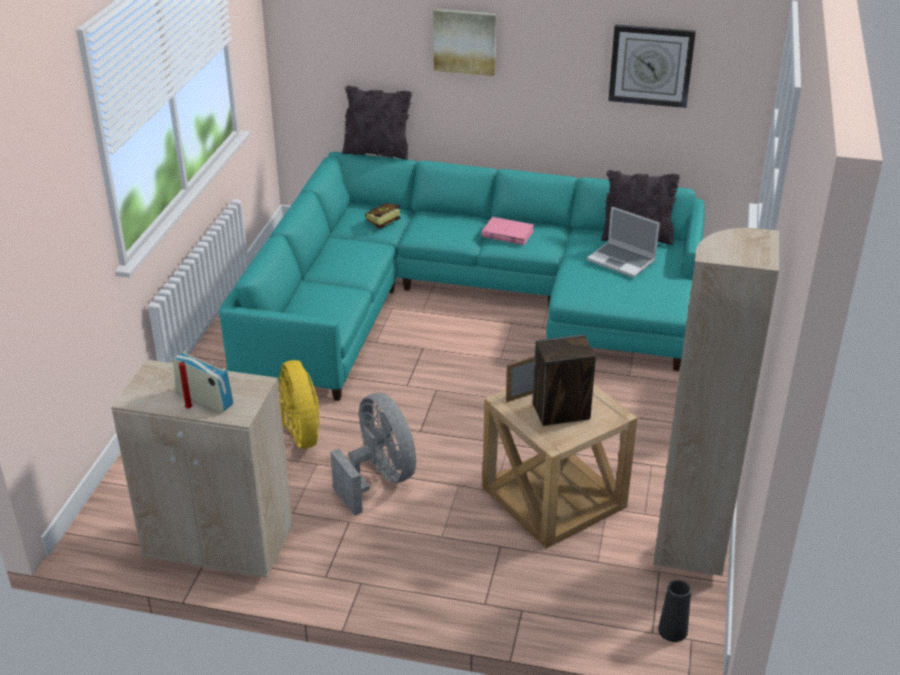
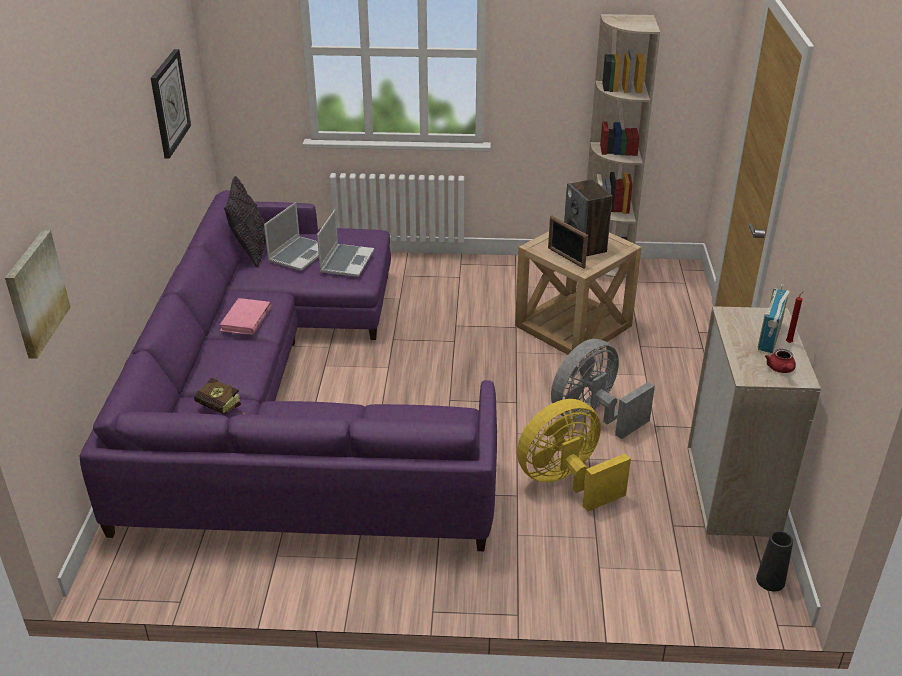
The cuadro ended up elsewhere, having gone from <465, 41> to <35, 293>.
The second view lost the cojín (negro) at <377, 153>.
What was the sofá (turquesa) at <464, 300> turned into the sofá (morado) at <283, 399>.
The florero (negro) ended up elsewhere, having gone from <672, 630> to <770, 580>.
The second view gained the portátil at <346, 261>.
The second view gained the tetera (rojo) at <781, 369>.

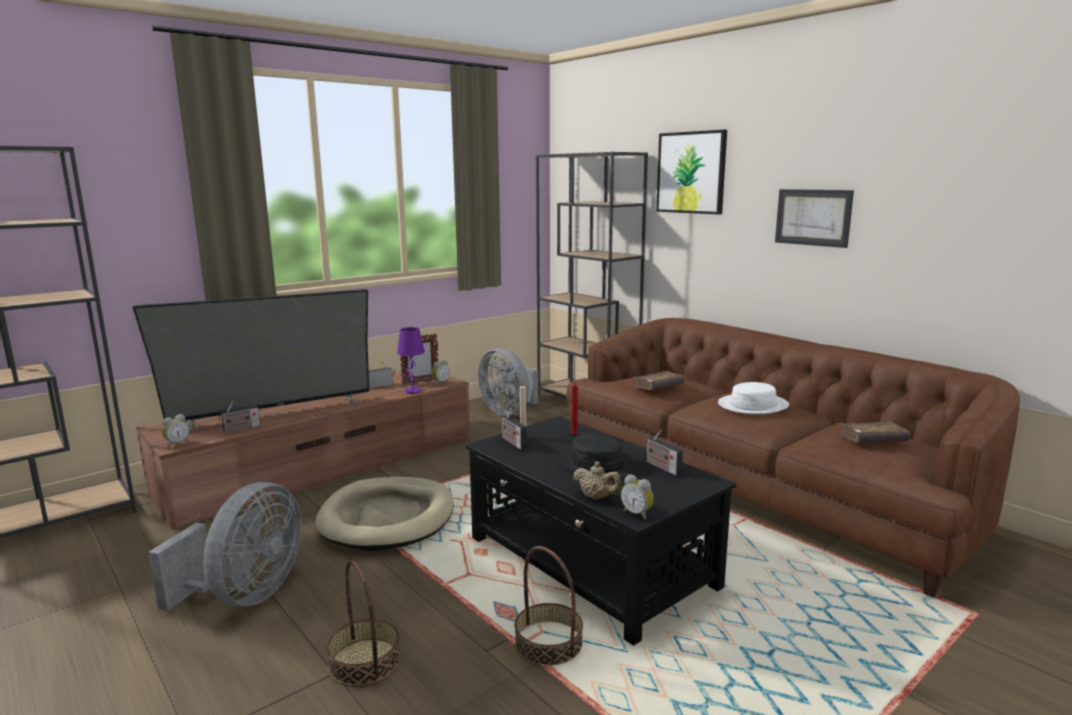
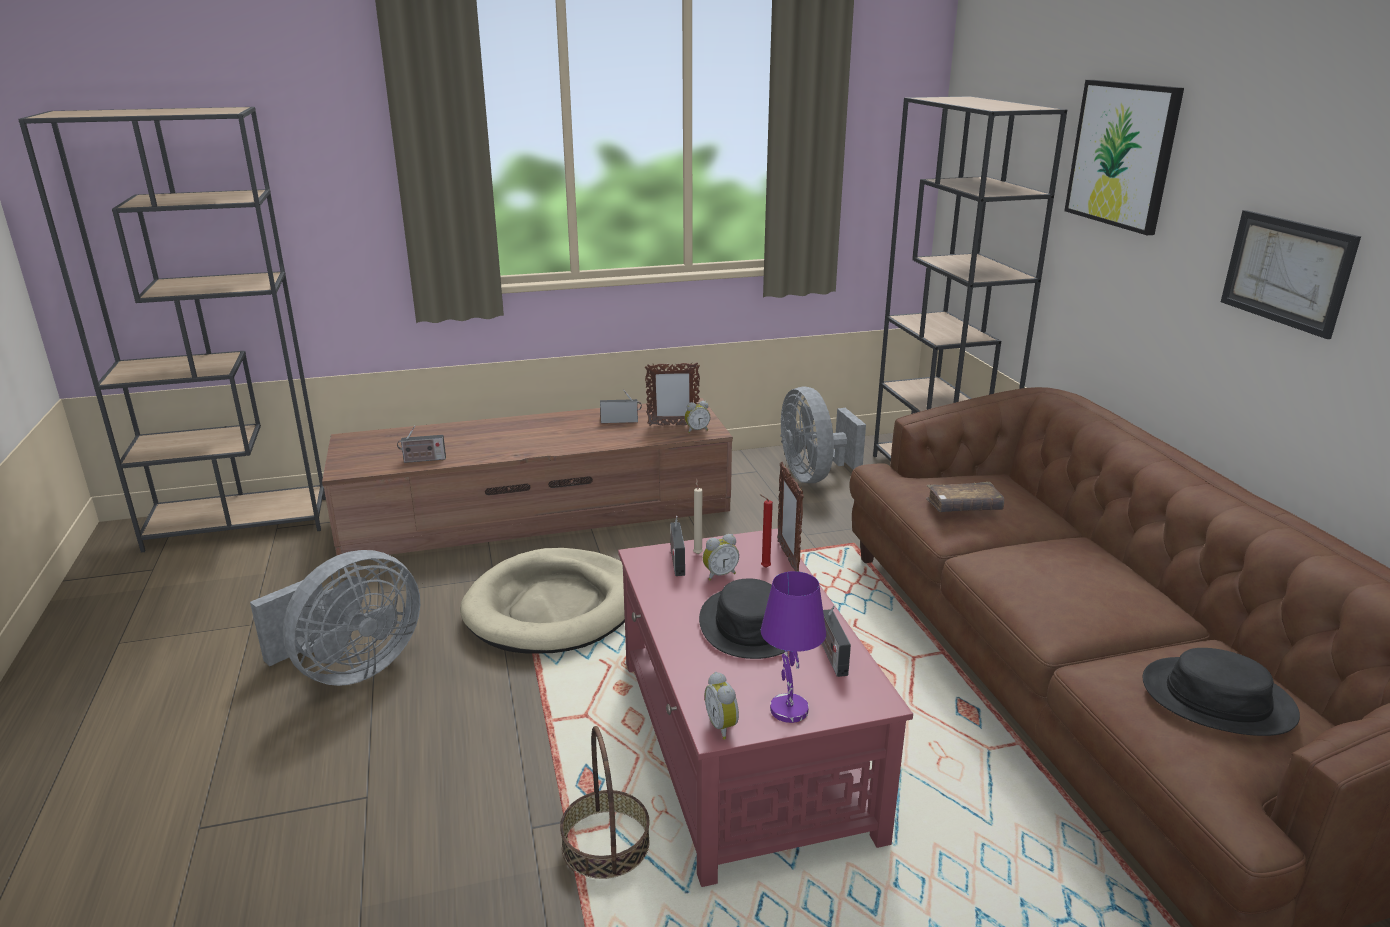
The second view lost the televisor at <273, 413>.
The lámpara de mesa (morado) ended up elsewhere, having gone from <412, 391> to <788, 709>.
The second view lost the sombrero (blanco) at <752, 405>.
The despertador ended up elsewhere, having gone from <177, 443> to <719, 574>.
What was the mesa de centro (negro) at <590, 563> turned into the mesa de centro (rojo) at <742, 746>.
Where the libro (marrón) stood at <873, 440>, the sombrero (negro) came to stand at <1217, 698>.
The second view lost the tetera (beis) at <597, 497>.
The second view lost the cesta at <365, 662>.
The second view gained the portarretratos at <788, 557>.

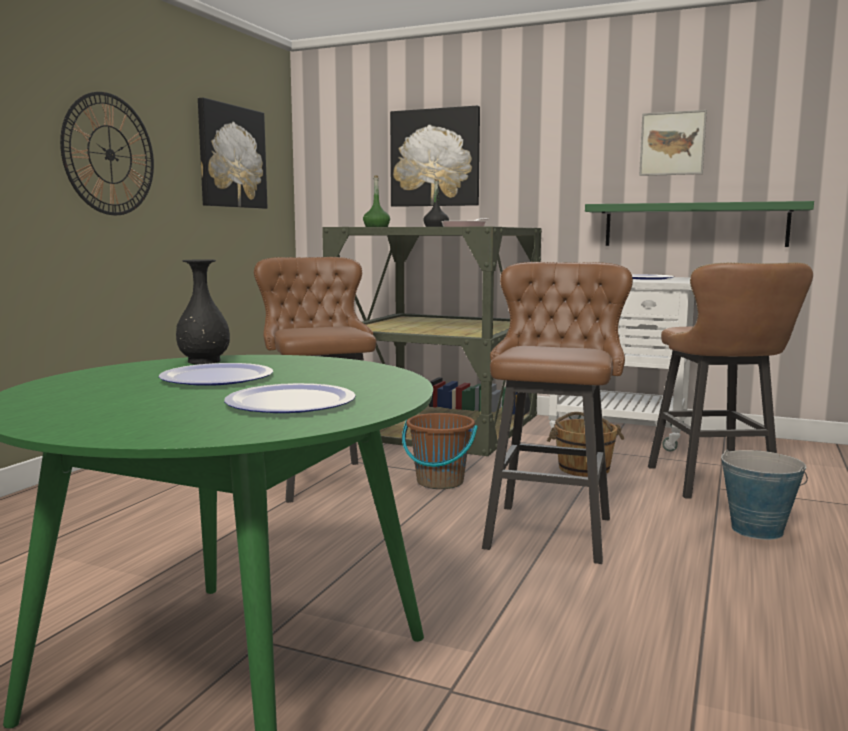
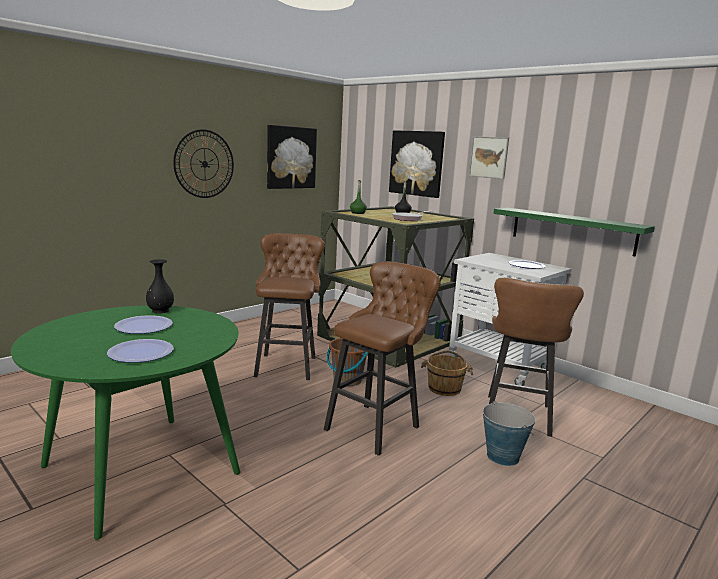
The cuadro ended up elsewhere, having gone from <672, 143> to <488, 157>.

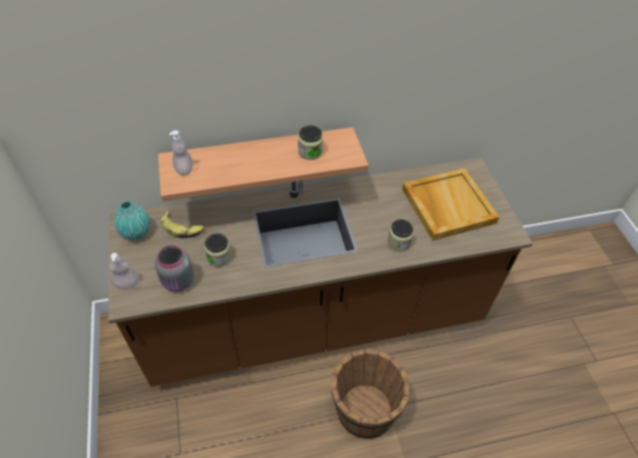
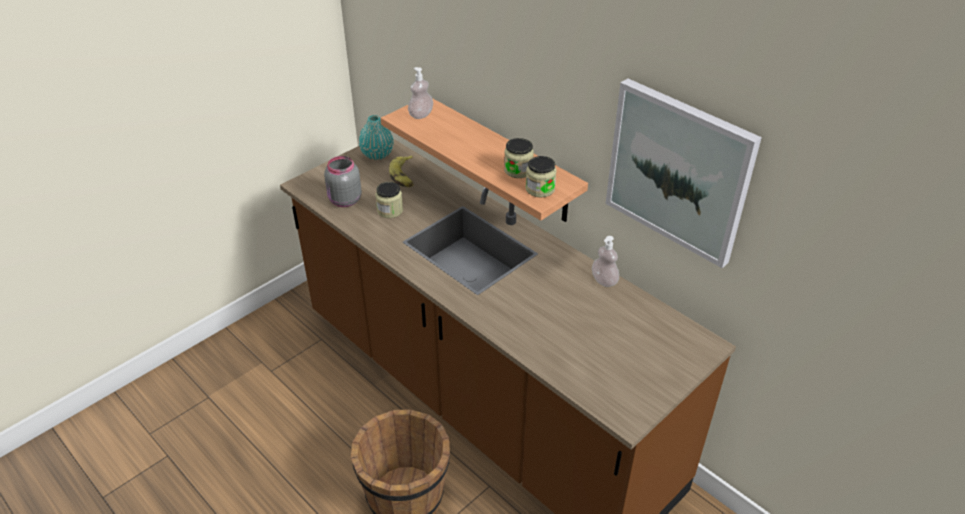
The second view lost the bandeja (beis) at <447, 205>.
The tarro ended up elsewhere, having gone from <398, 243> to <540, 189>.
The dispensador de jabón ended up elsewhere, having gone from <127, 284> to <604, 281>.
The second view gained the cuadro at <678, 171>.

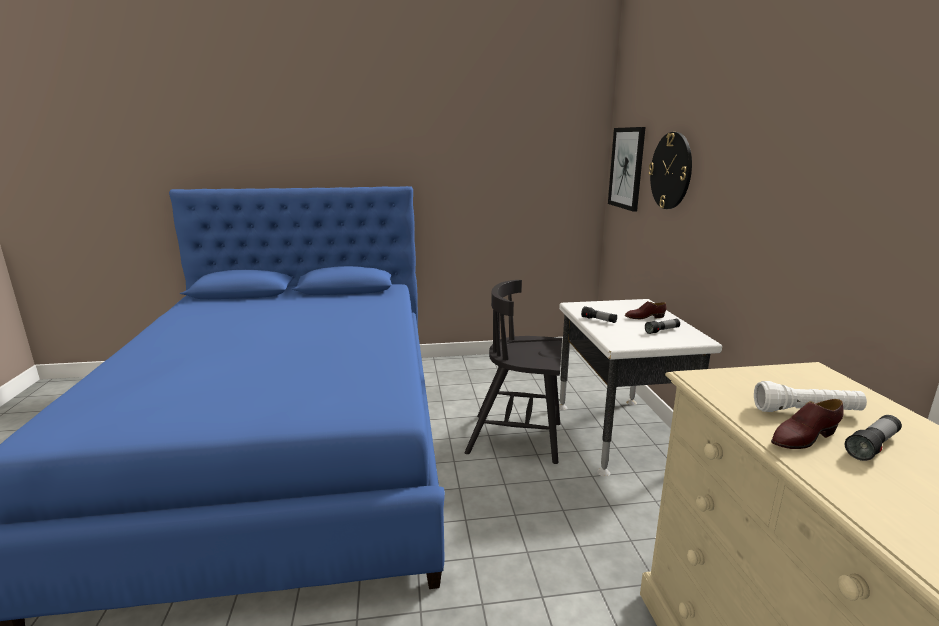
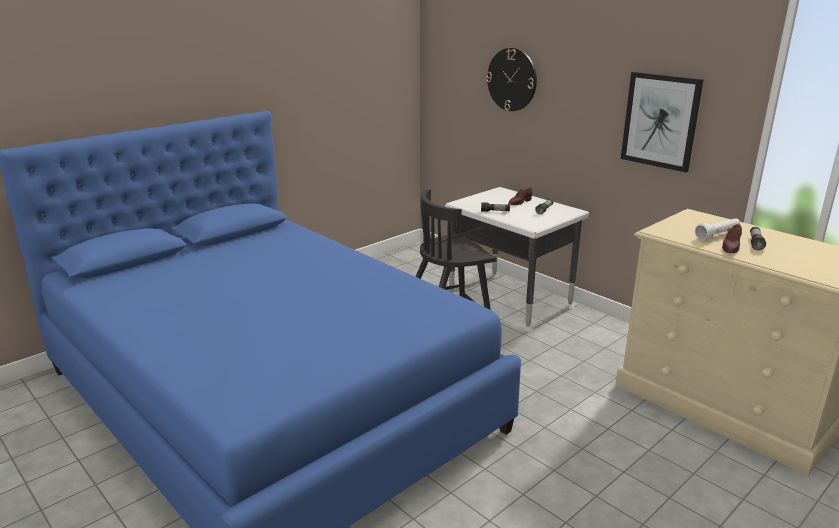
The cuadro ended up elsewhere, having gone from <627, 168> to <660, 121>.

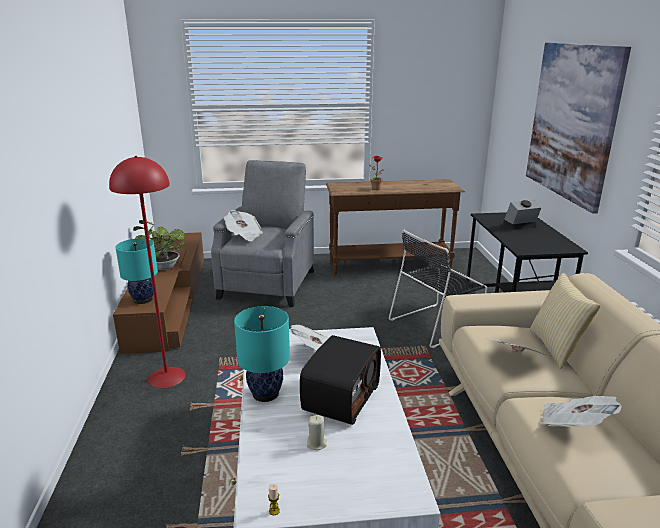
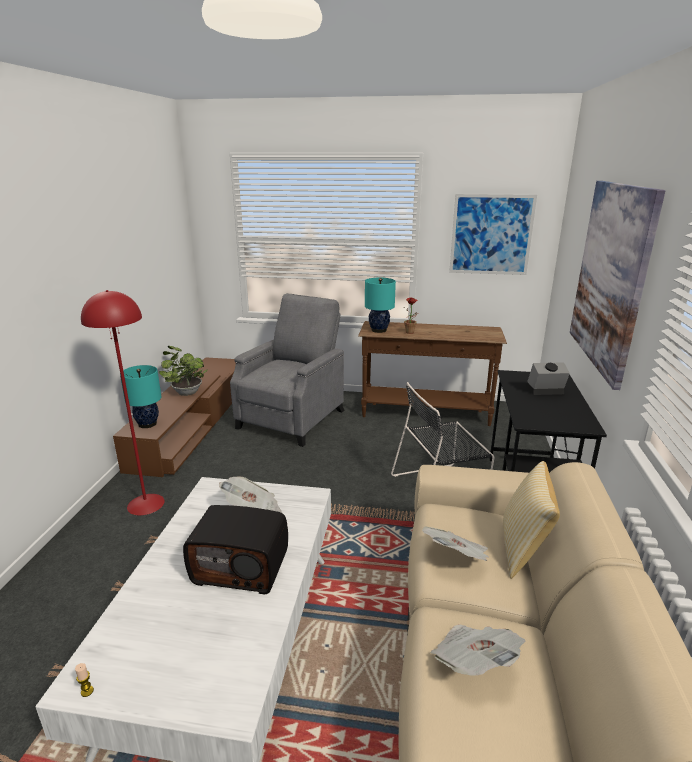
The second view lost the periódico at <244, 235>.
The lámpara de mesa (turquesa) ended up elsewhere, having gone from <265, 394> to <379, 330>.
The radio at <340, 397> ended up facing another way, 60 degrees clockwise from before.
The second view lost the vela (beis) at <317, 444>.
The second view gained the cuadro at <491, 235>.

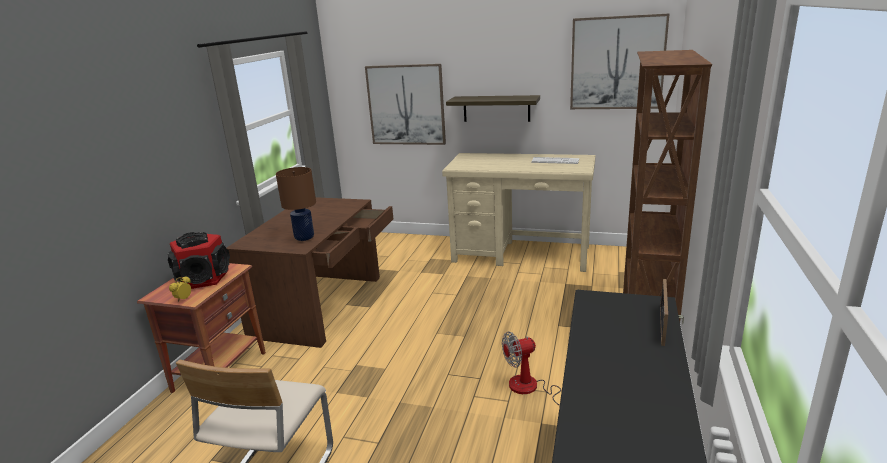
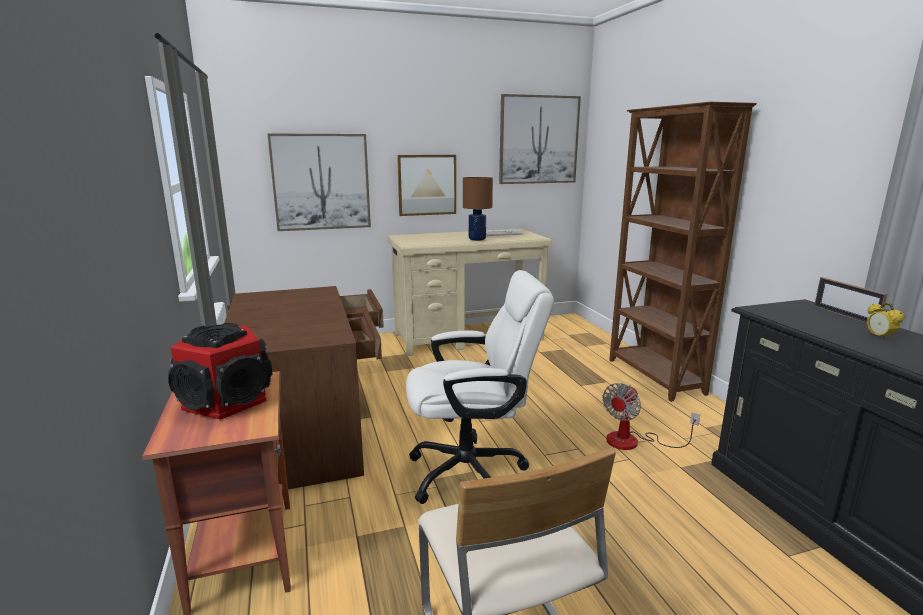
Where the estante hung at <496, 108>, the cuadro came to hang at <427, 185>.
The lámpara de mesa (marrón) ended up elsewhere, having gone from <304, 239> to <477, 240>.
The despertador ended up elsewhere, having gone from <183, 299> to <879, 337>.
The second view gained the silla de oficina (blanco) at <473, 473>.

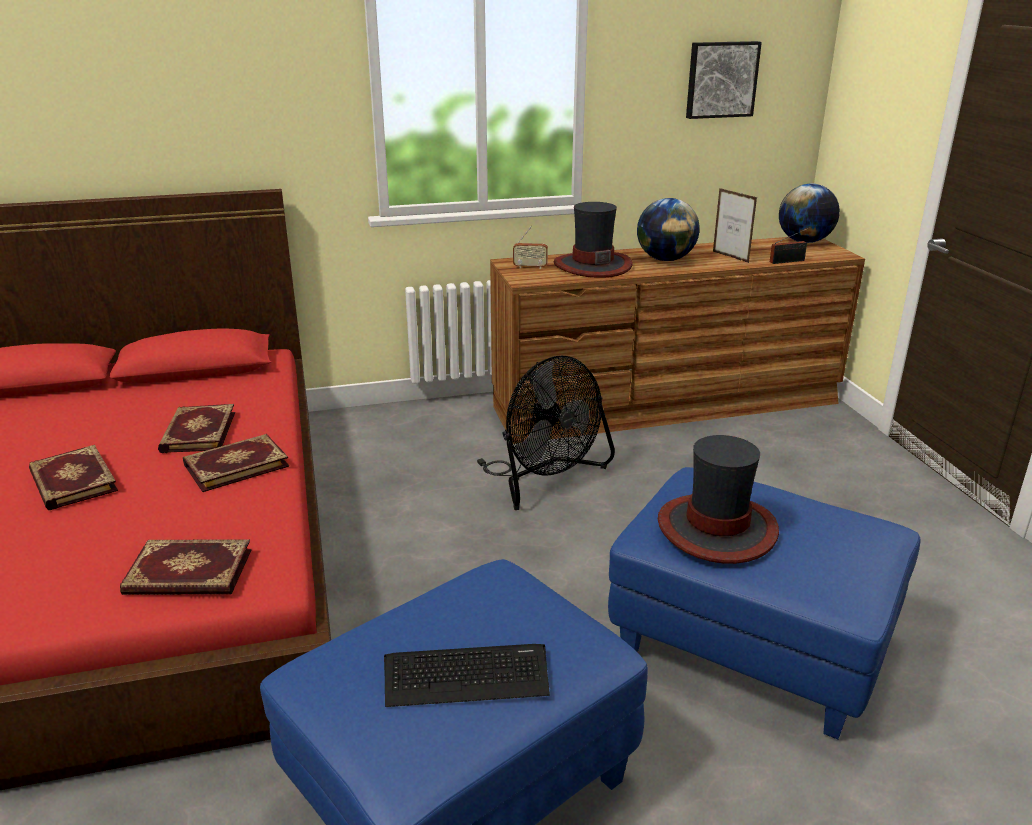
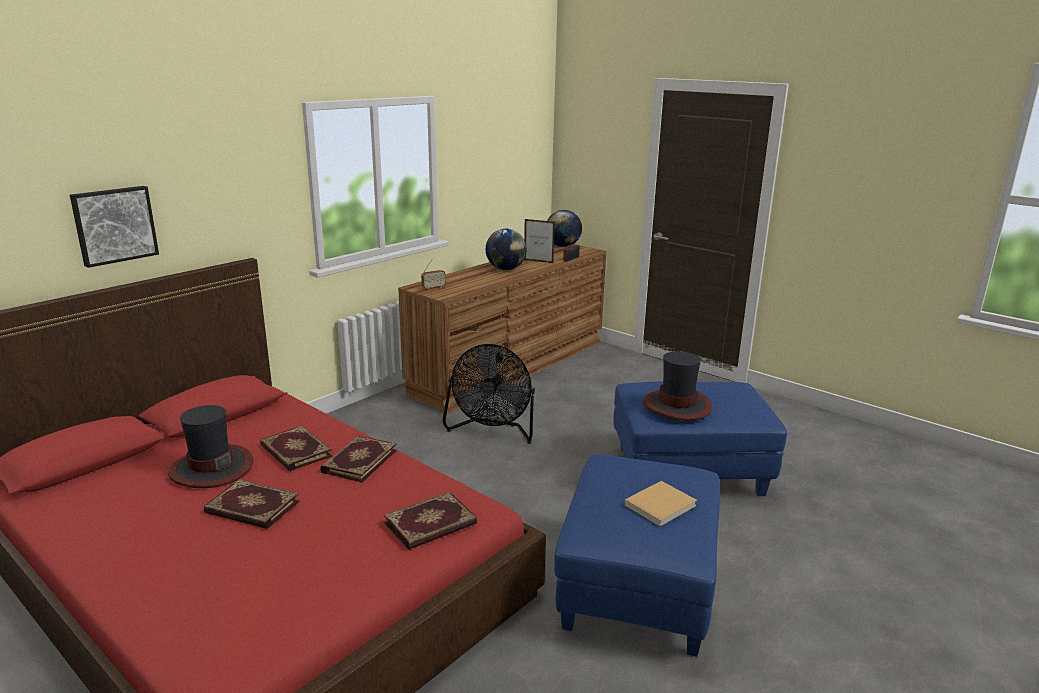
The cuadro ended up elsewhere, having gone from <721, 79> to <114, 225>.
The sombrero ended up elsewhere, having gone from <592, 265> to <211, 468>.
The ventilador (negro) at <542, 479> ended up facing another way, 90 degrees clockwise from before.
Where the teclado stood at <466, 676>, the libro (beis) came to stand at <661, 504>.

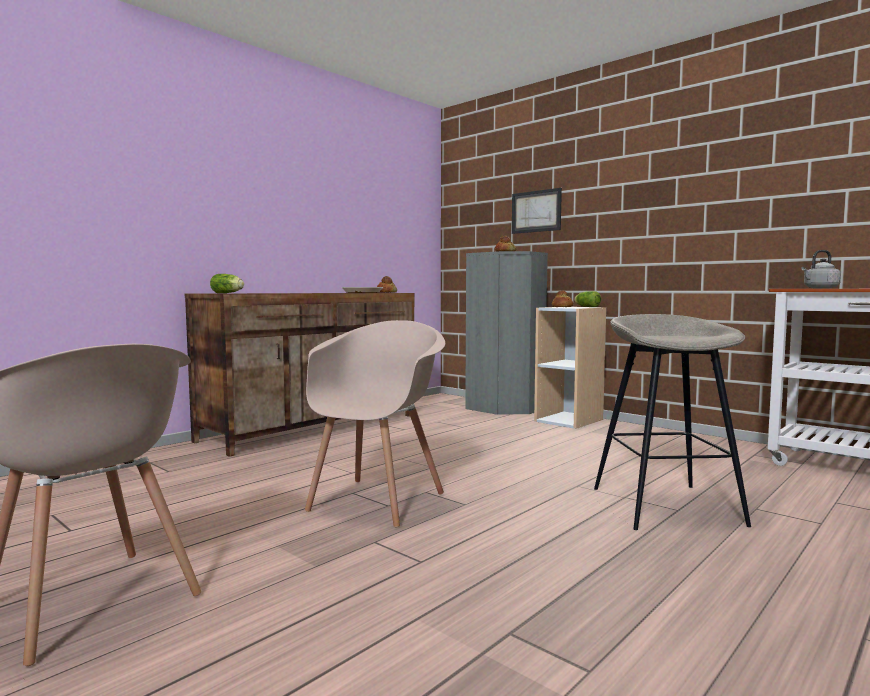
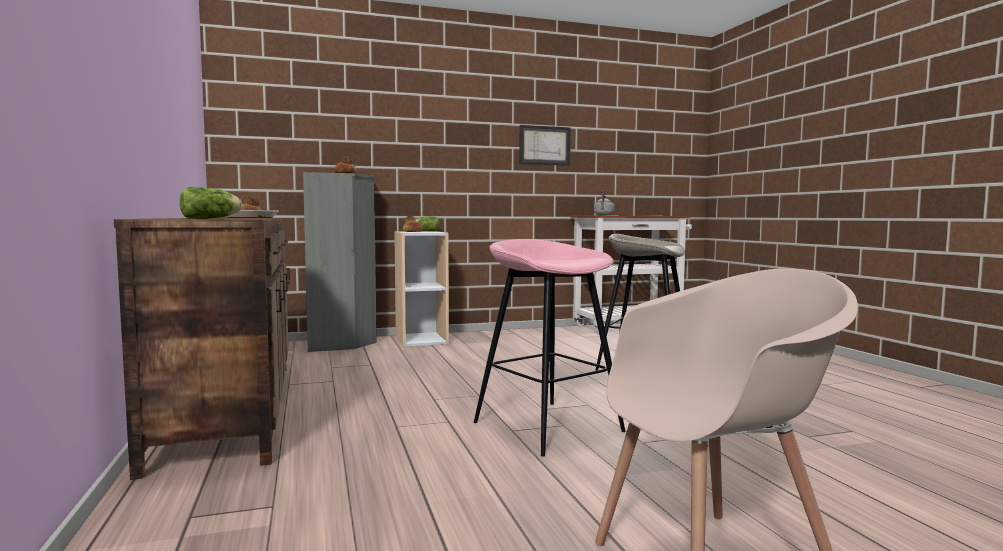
The cuadro ended up elsewhere, having gone from <536, 211> to <544, 145>.
Where the silla (beis) stood at <377, 501>, the taburete (rosa) came to stand at <548, 426>.

